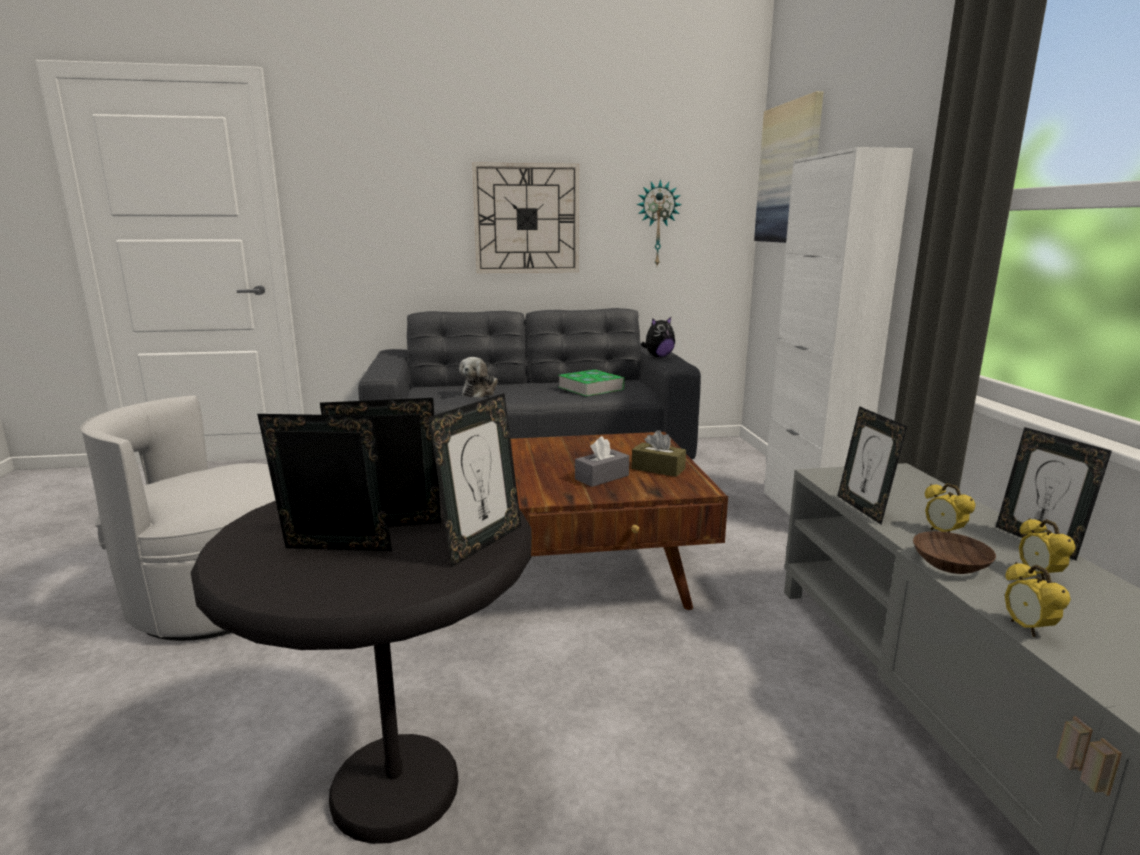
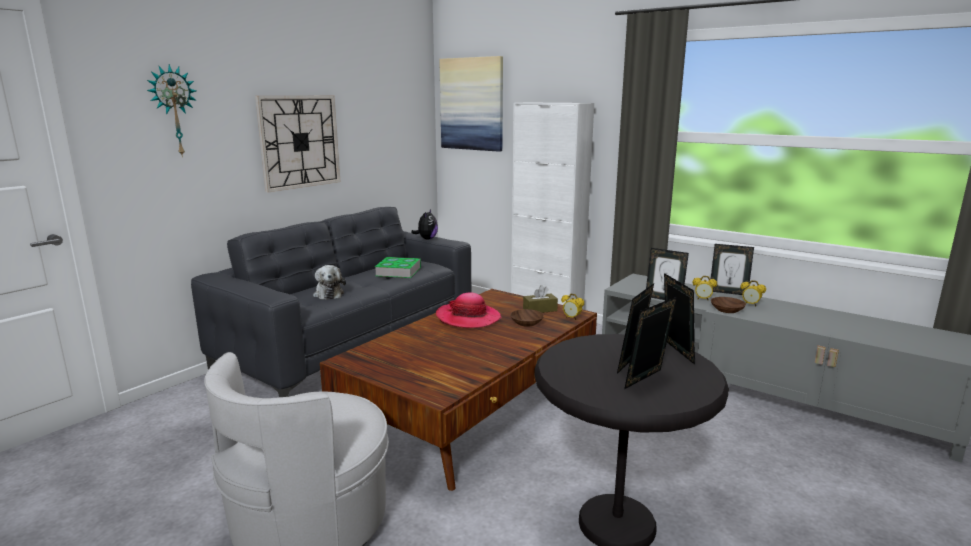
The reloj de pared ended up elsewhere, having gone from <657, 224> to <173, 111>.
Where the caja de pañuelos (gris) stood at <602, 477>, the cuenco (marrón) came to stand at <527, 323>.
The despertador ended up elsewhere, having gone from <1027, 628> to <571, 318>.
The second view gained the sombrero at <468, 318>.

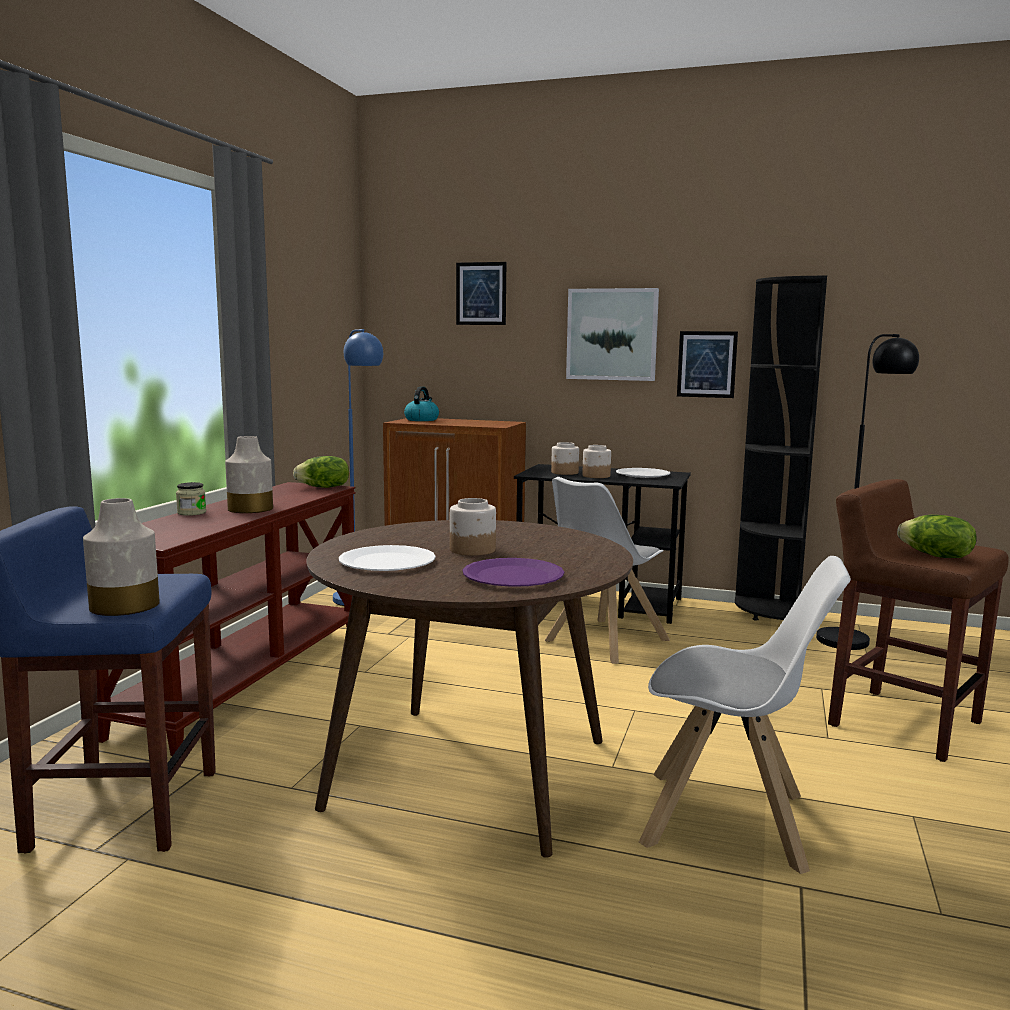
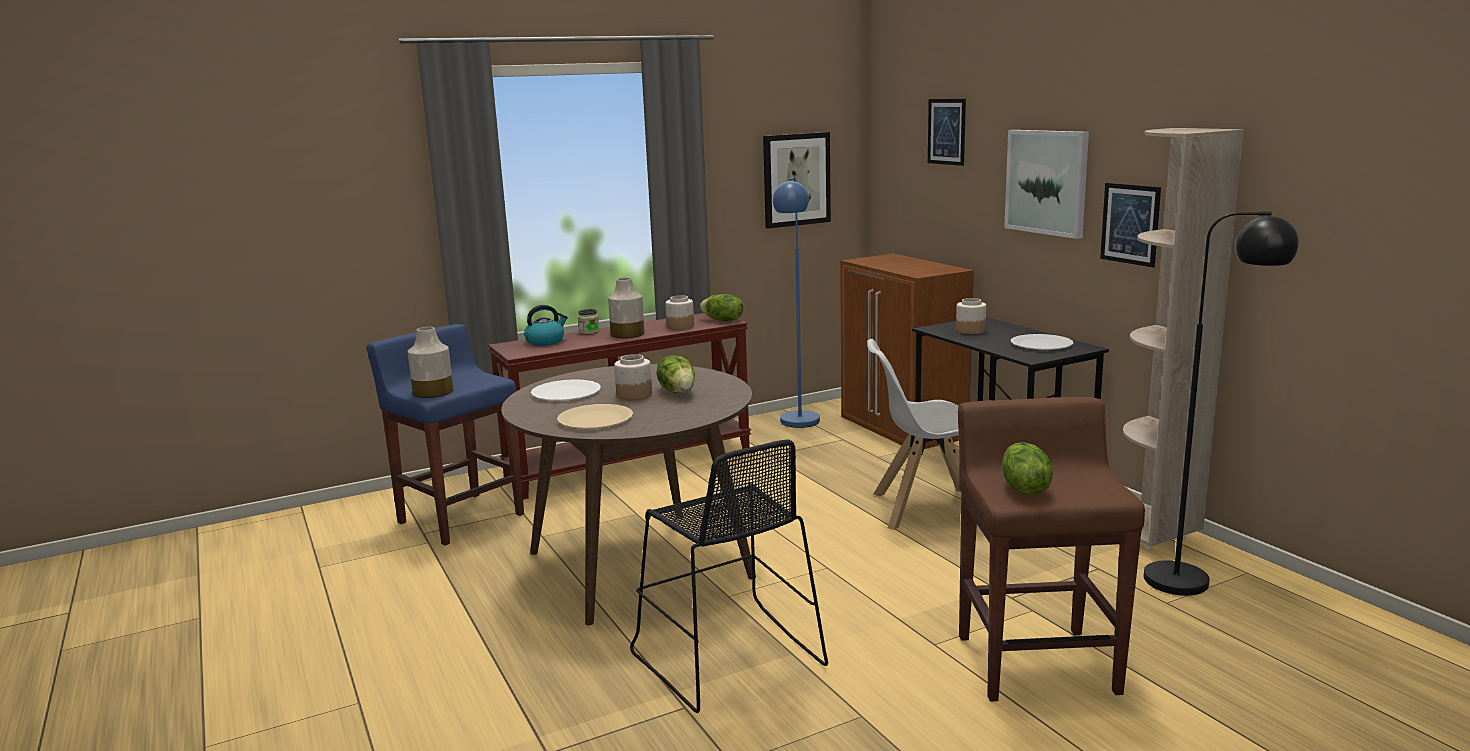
What was the estantería (negro) at <767, 617> turned into the estantería (beis) at <1150, 534>.
The hervidor ended up elsewhere, having gone from <421, 420> to <545, 341>.
The tarro ended up elsewhere, having gone from <596, 476> to <680, 326>.
Where the silla stood at <730, 821>, the taburete (negro) came to stand at <727, 657>.
What was the plato (morado) at <512, 576> turned into the plato (beis) at <595, 419>.
The second view gained the cuadro at <796, 179>.
The second view gained the lechuga at <678, 391>.

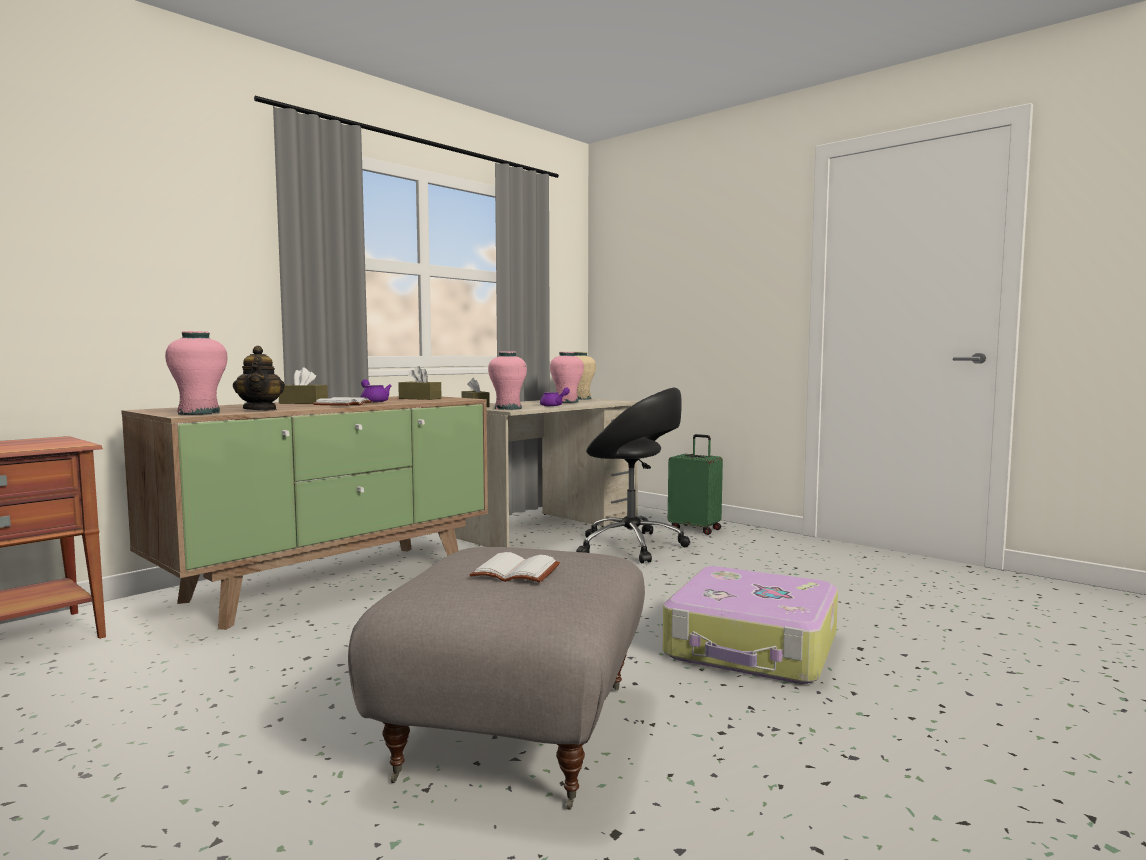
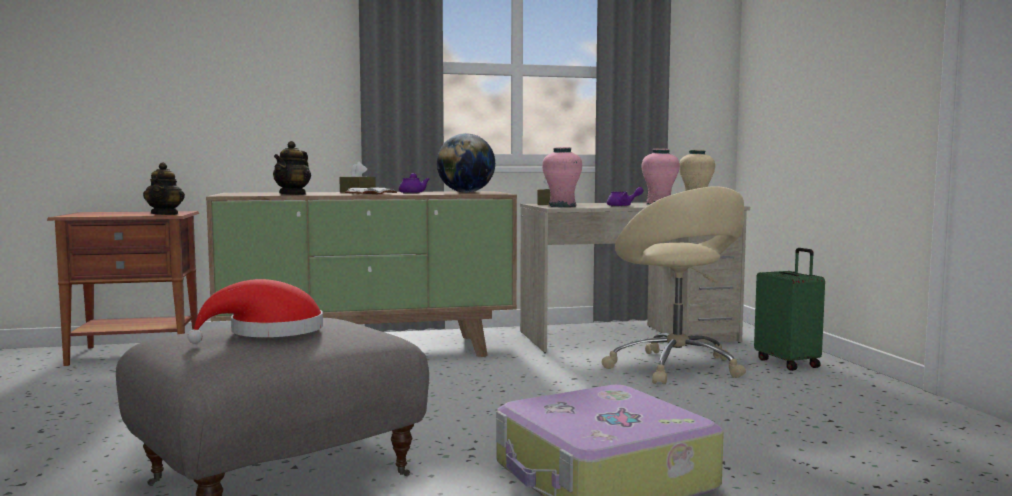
The second view lost the florero (rosa) at <199, 413>.
Where the caja de pañuelos (marrón) stood at <420, 398>, the globo terráqueo came to stand at <466, 192>.
What was the silla de oficina (negro) at <633, 547> turned into the silla de oficina (beis) at <677, 368>.
Where the libro (blanco) stood at <518, 571>, the sombrero (rojo) came to stand at <269, 333>.
The second view gained the tetera at <165, 214>.

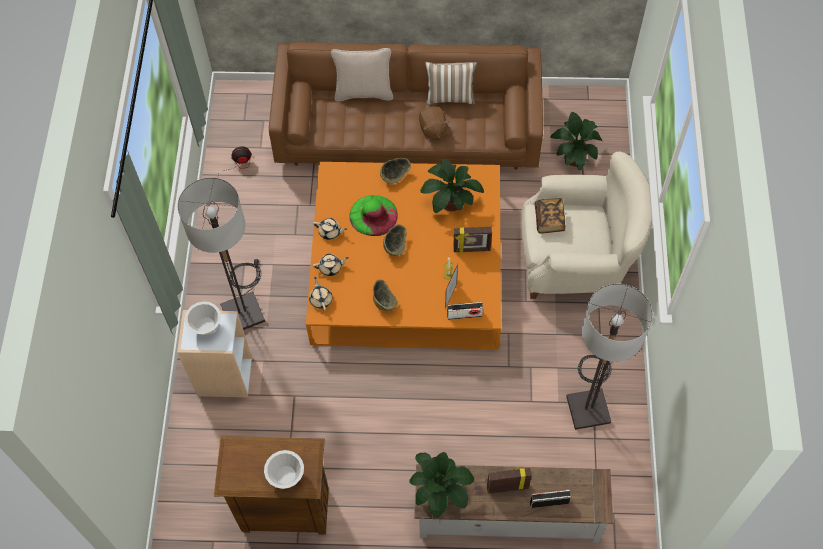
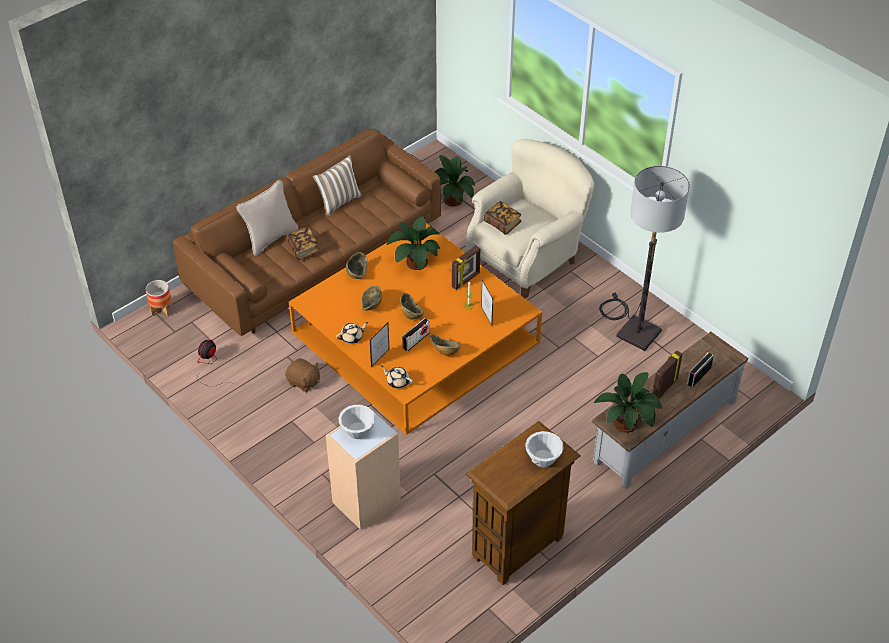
The peluche (marrón) ended up elsewhere, having gone from <433, 129> to <303, 382>.
The second view lost the lámpara de pie at <244, 302>.
Where the sombrero (verde) stood at <373, 215>, the cuenco came to stand at <371, 306>.
Where the tetera (beis) stood at <331, 267>, the portarretratos came to stand at <380, 358>.
The radio ended up elsewhere, having gone from <464, 315> to <416, 341>.
The second view gained the libro at <303, 249>.
The second view gained the maceta at <162, 310>.

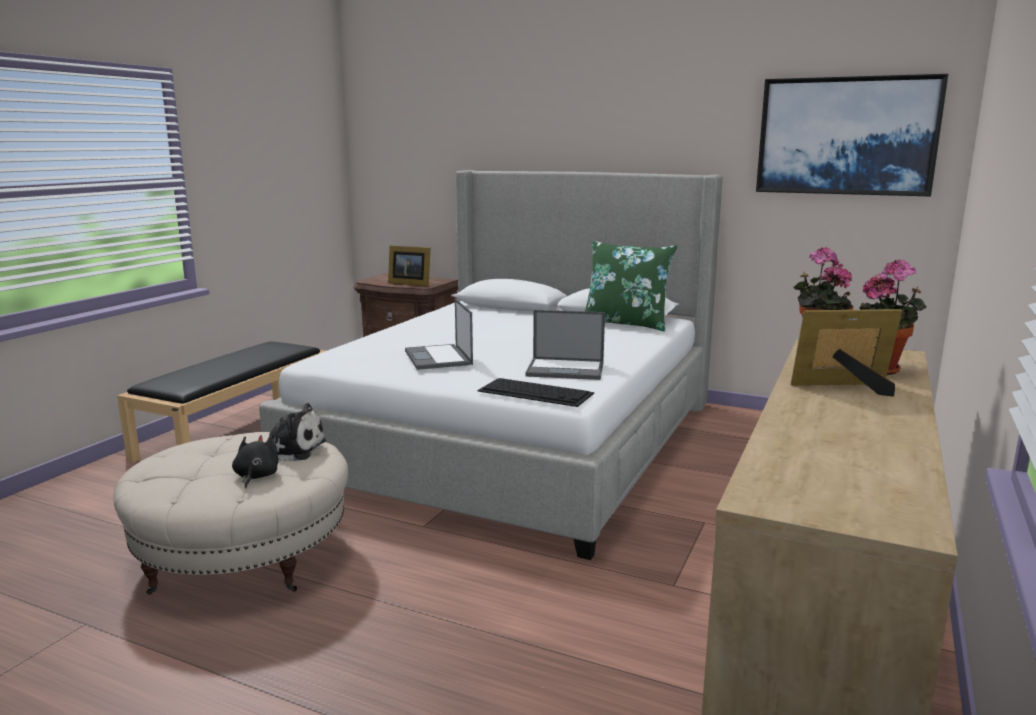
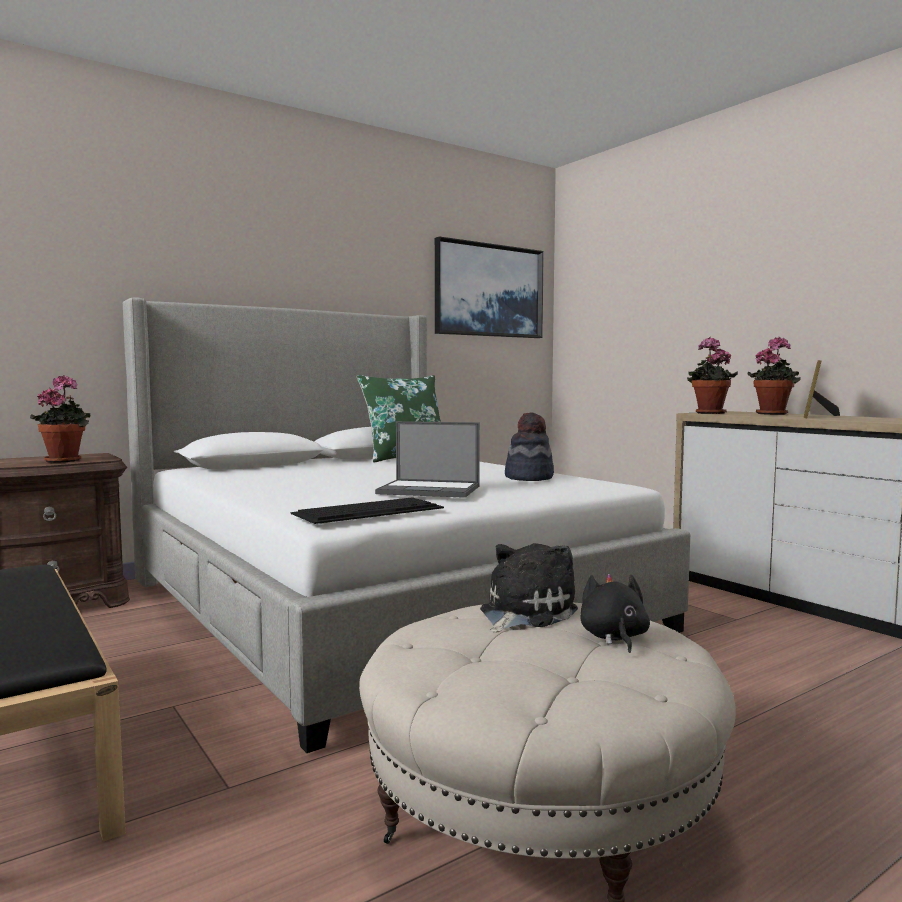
Where the portarretratos stood at <409, 283>, the planta en maceta came to stand at <65, 460>.
Where the portátil stood at <566, 369>, the sombrero came to stand at <529, 478>.
The teclado ended up elsewhere, having gone from <536, 392> to <370, 510>.
The peluche (negro) at <256, 476> ended up facing another way, 60 degrees clockwise from before.

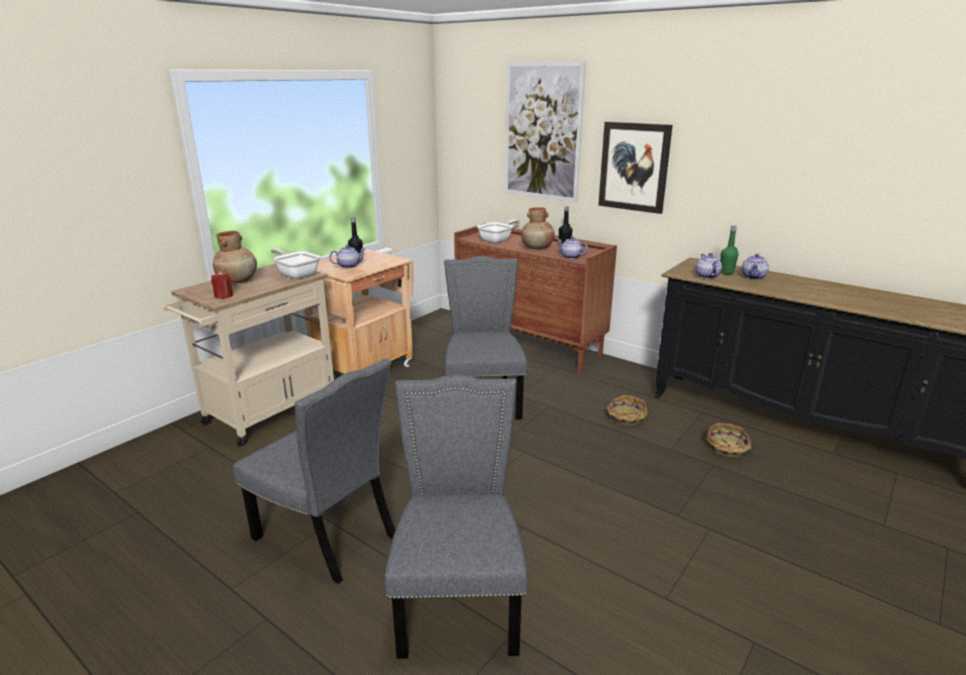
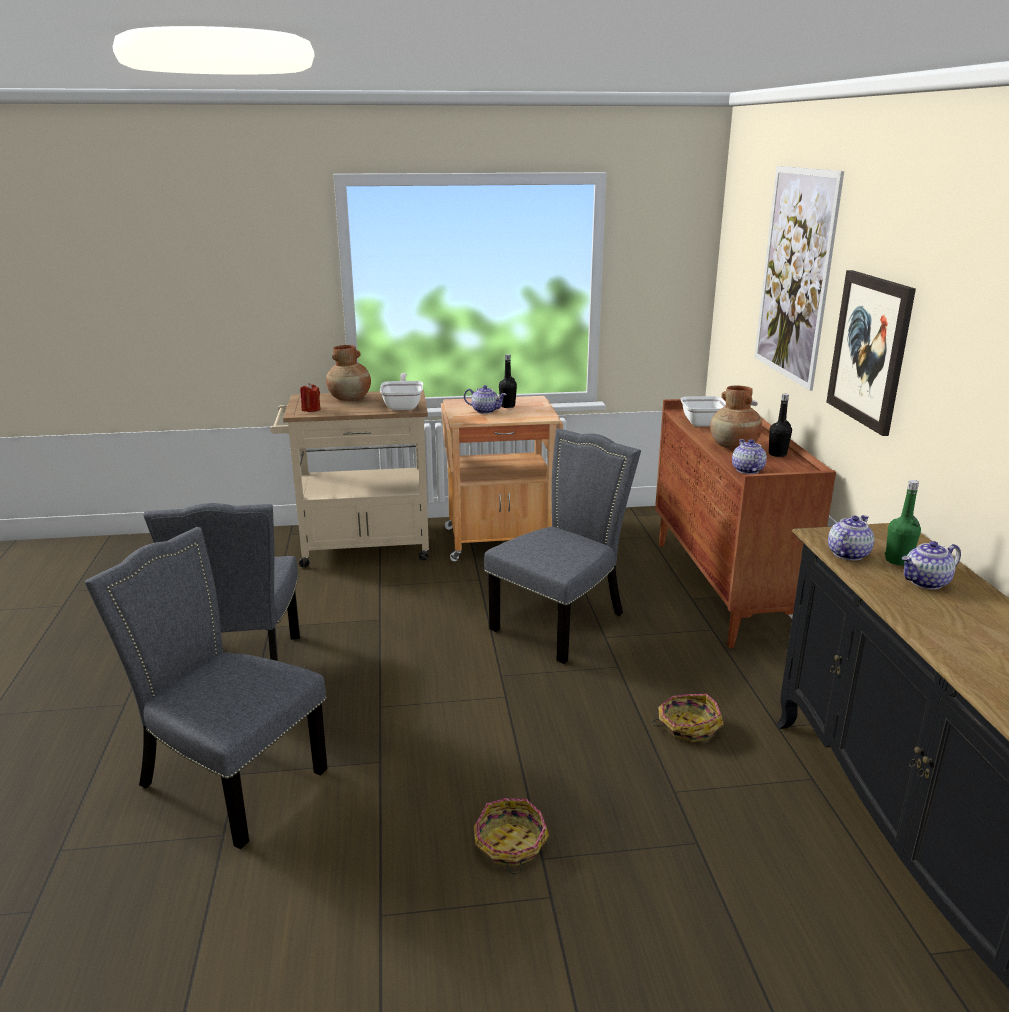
The silla (gris) at <458, 602> ended up facing another way, 105 degrees counterclockwise from before.
The cesta ended up elsewhere, having gone from <727, 448> to <510, 845>.

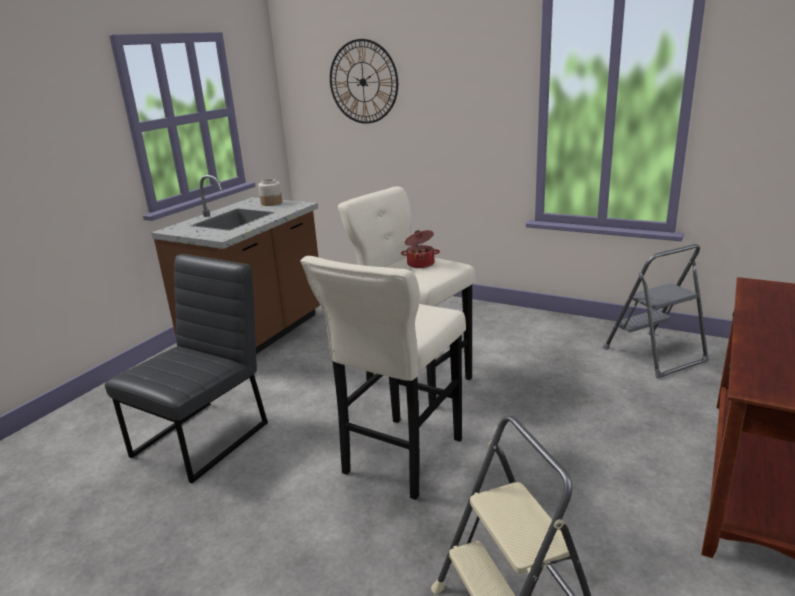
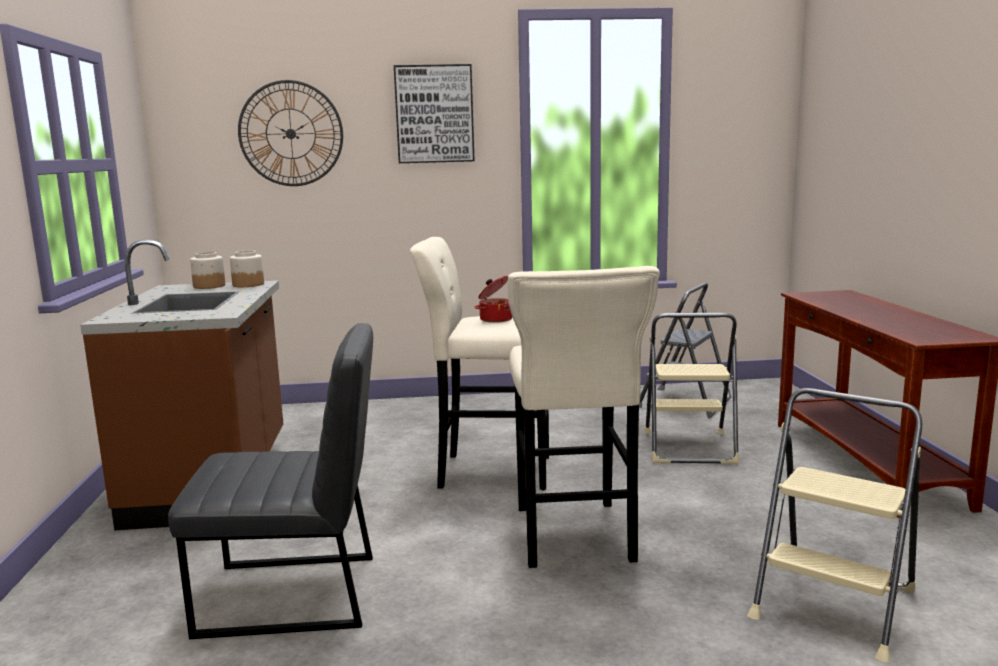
The silla (gris) at <204, 437> ended up facing another way, 90 degrees clockwise from before.
The second view gained the cuadro at <434, 114>.
The second view gained the tarro at <248, 284>.
The second view gained the escalera de tijera (beis) at <688, 448>.

